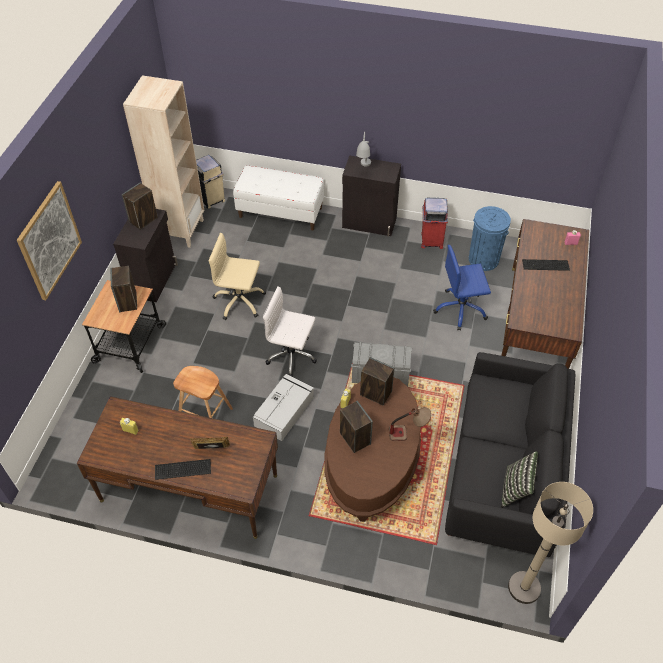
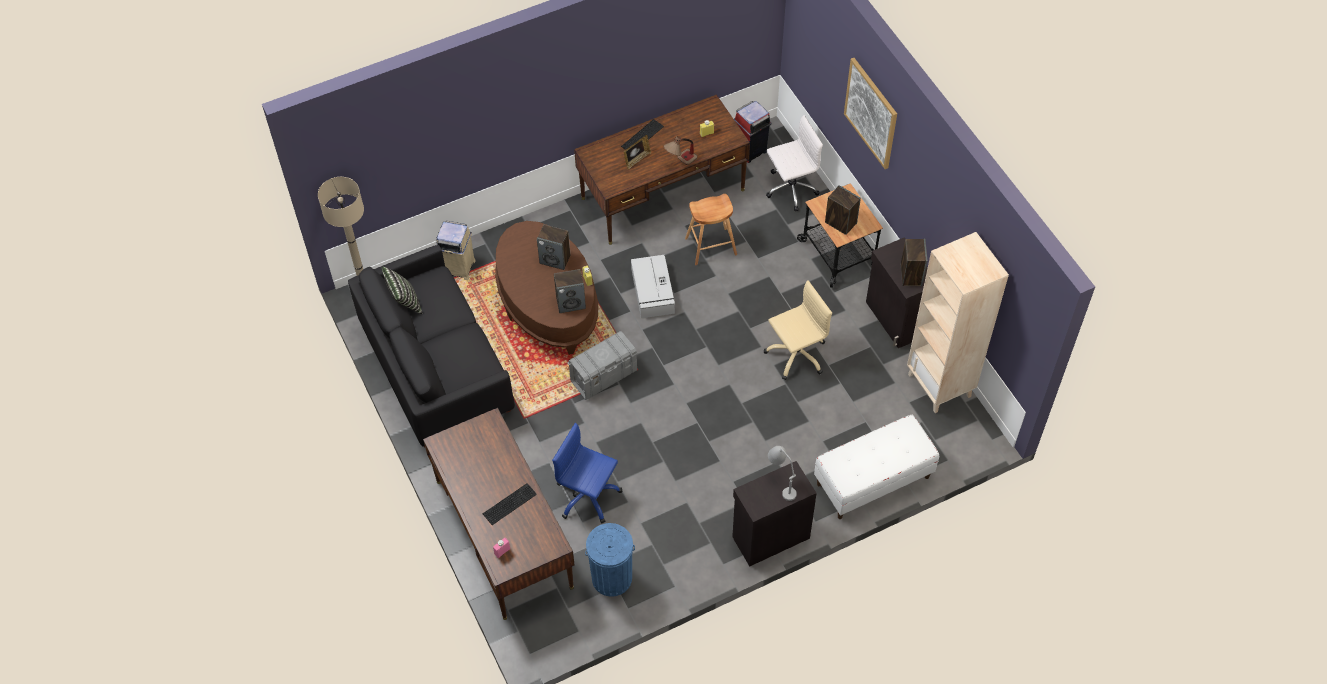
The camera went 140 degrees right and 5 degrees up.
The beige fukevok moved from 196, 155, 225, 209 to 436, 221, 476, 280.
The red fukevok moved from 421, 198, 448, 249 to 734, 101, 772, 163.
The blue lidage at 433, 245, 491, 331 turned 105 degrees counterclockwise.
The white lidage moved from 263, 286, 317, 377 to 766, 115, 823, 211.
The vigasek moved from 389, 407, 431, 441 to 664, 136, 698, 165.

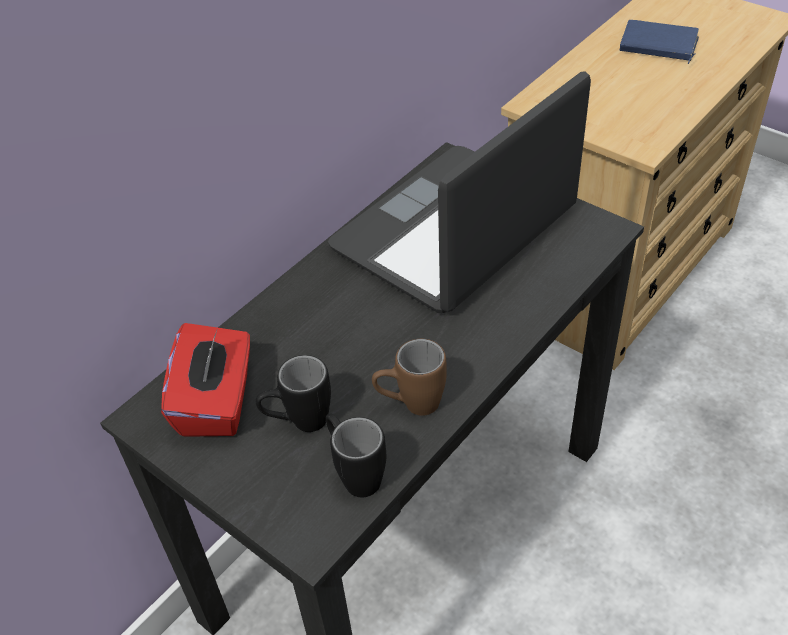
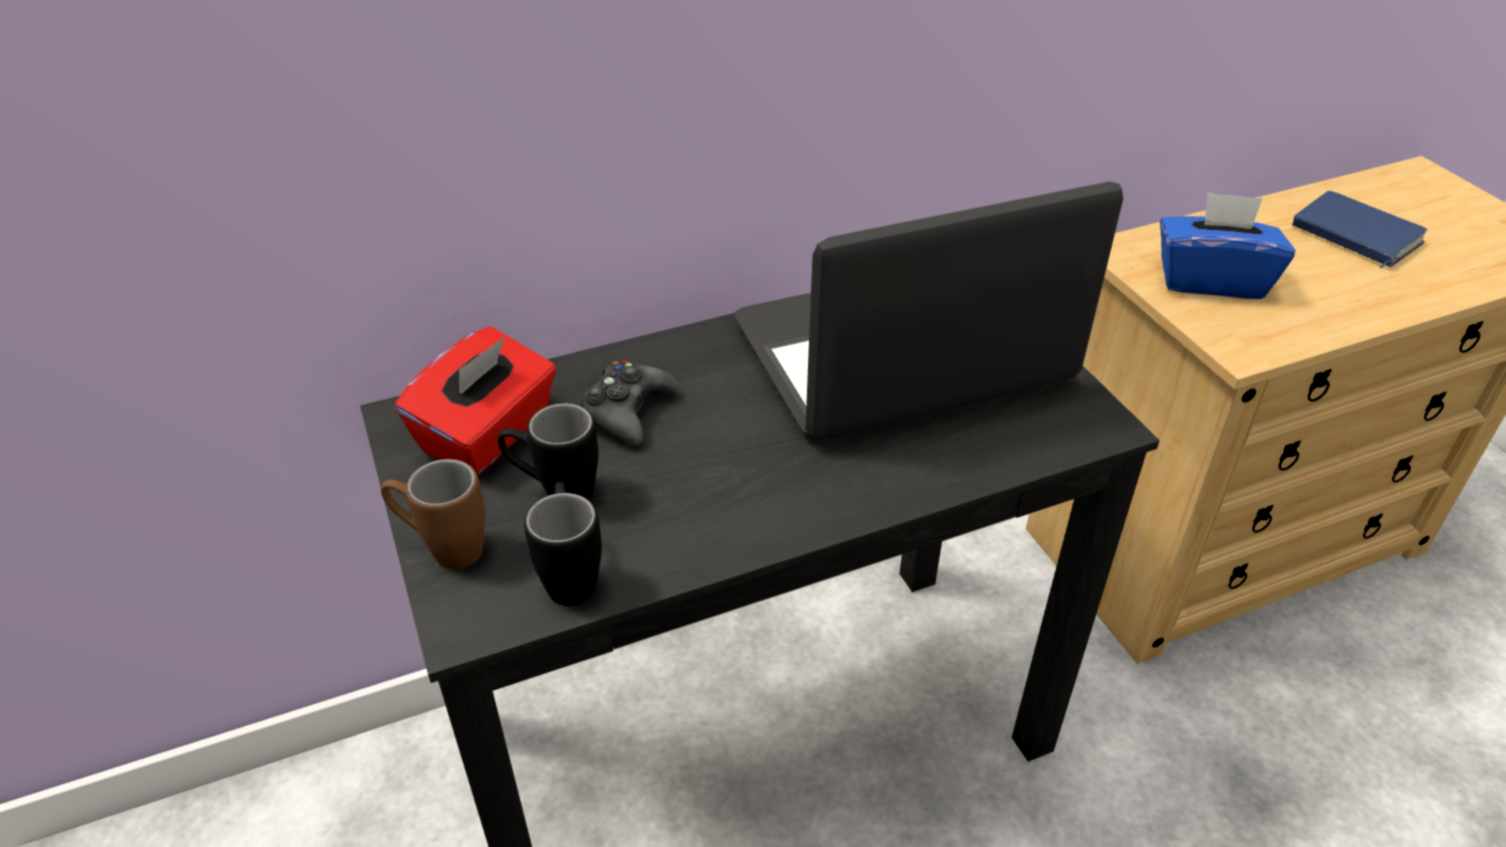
The camera went 25 degrees right and 5 degrees down.
The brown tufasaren moved from 372, 339, 447, 416 to 381, 459, 485, 569.
The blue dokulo at 1160, 192, 1296, 299 appeared.
The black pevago at 581, 360, 679, 446 appeared.

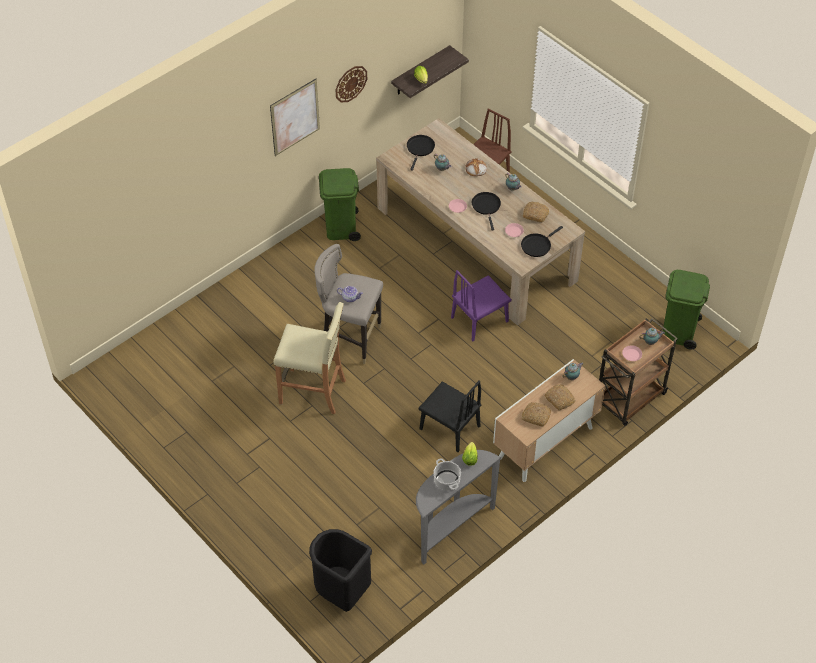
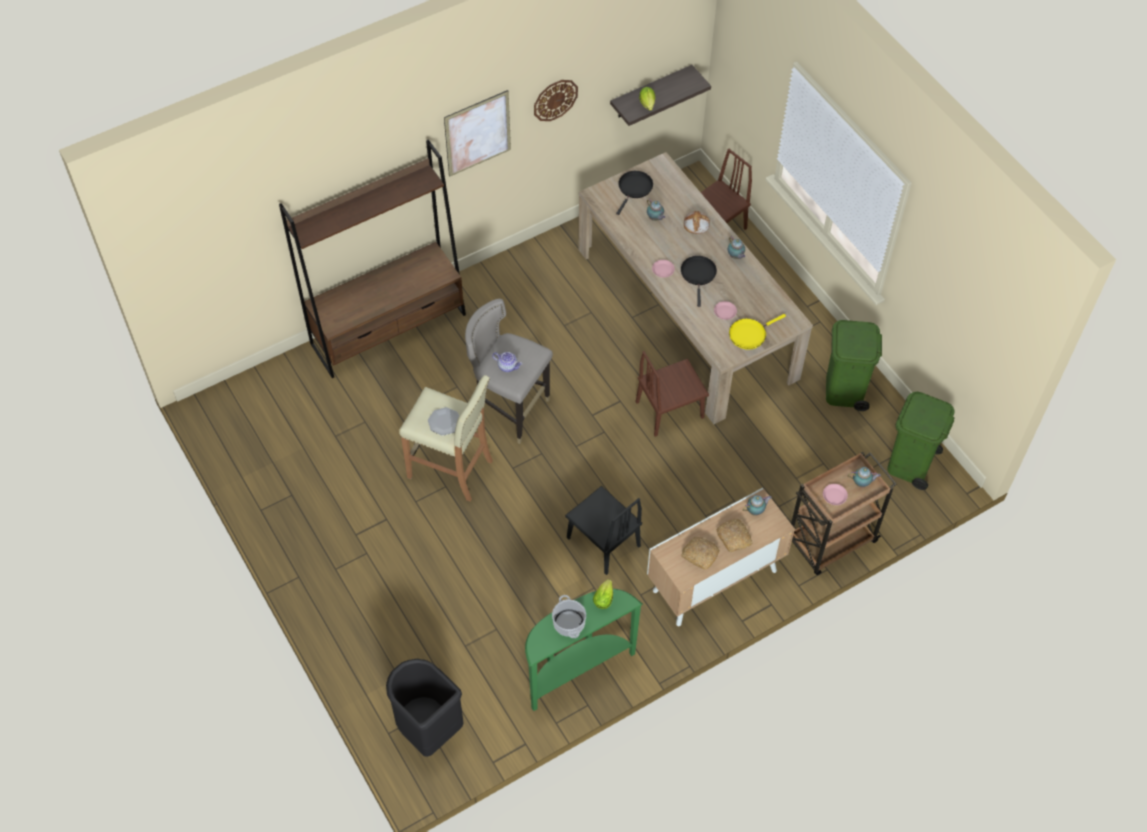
The camera went 10 degrees right and 5 degrees up.
The green fukevok moved from 319, 168, 361, 241 to 826, 320, 882, 411.
The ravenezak at 523, 202, 549, 223 disappeared.
The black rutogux at 521, 226, 563, 257 became the yellow rutogux at 729, 314, 786, 350.
The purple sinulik at 451, 270, 512, 342 became the brown sinulik at 636, 351, 709, 437.
The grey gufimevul at 416, 450, 501, 565 became the green gufimevul at 525, 589, 643, 711.
The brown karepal at 279, 140, 466, 378 appeared.
The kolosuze at 428, 407, 459, 436 appeared.

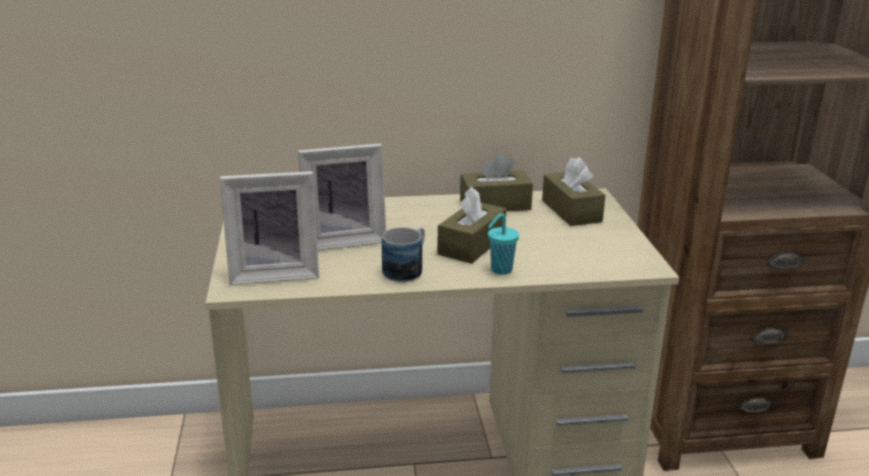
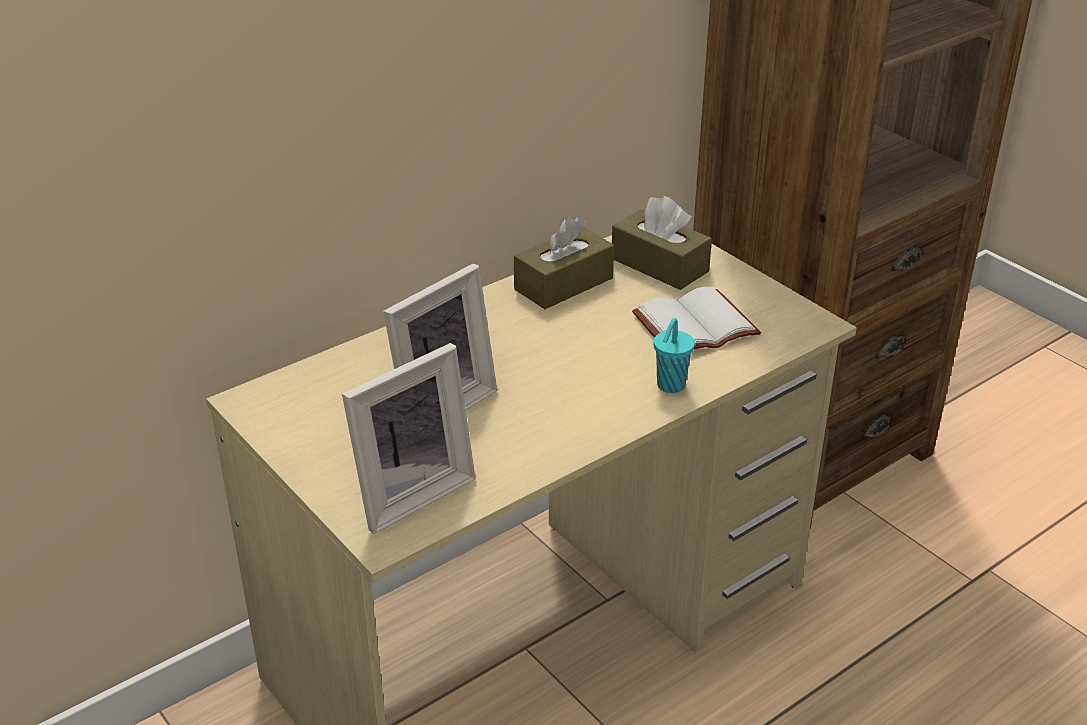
The camera went 30 degrees left and 10 degrees up.
The brown dokulo at 437, 187, 506, 264 disappeared.
The tufasaren at 382, 227, 425, 282 disappeared.
The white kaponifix at 632, 287, 761, 349 appeared.

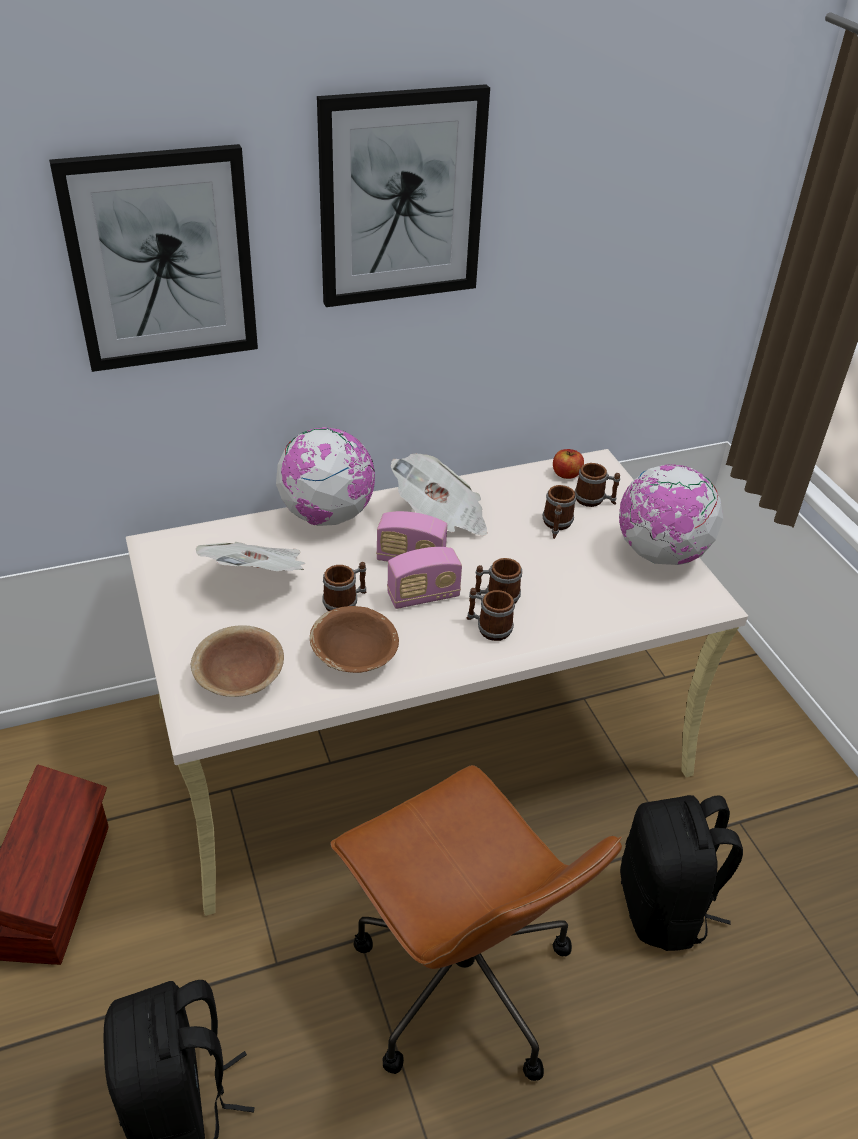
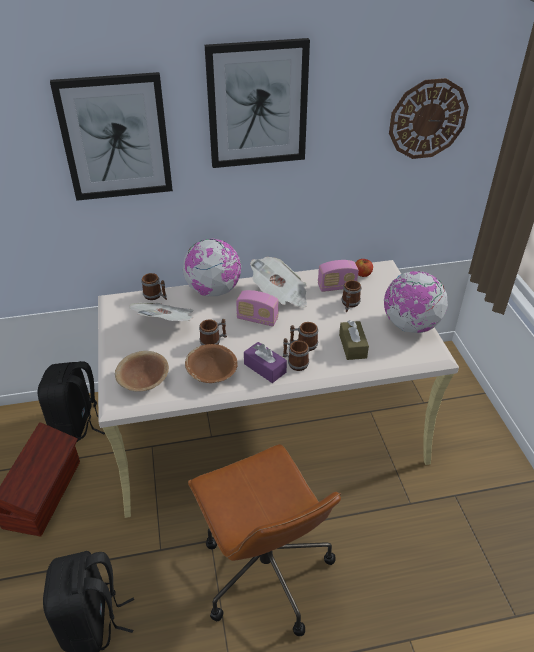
The camera went 10 degrees right and 0 degrees up.
The tufasaren moved from 575, 463, 620, 507 to 141, 273, 167, 300.
The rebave moved from 387, 547, 462, 609 to 318, 260, 359, 292.
The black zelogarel moved from 620, 795, 743, 951 to 38, 361, 105, 442.
The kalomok at 389, 78, 469, 159 appeared.
The brown dokulo at 339, 320, 369, 360 appeared.
The purple dokulo at 244, 342, 287, 383 appeared.

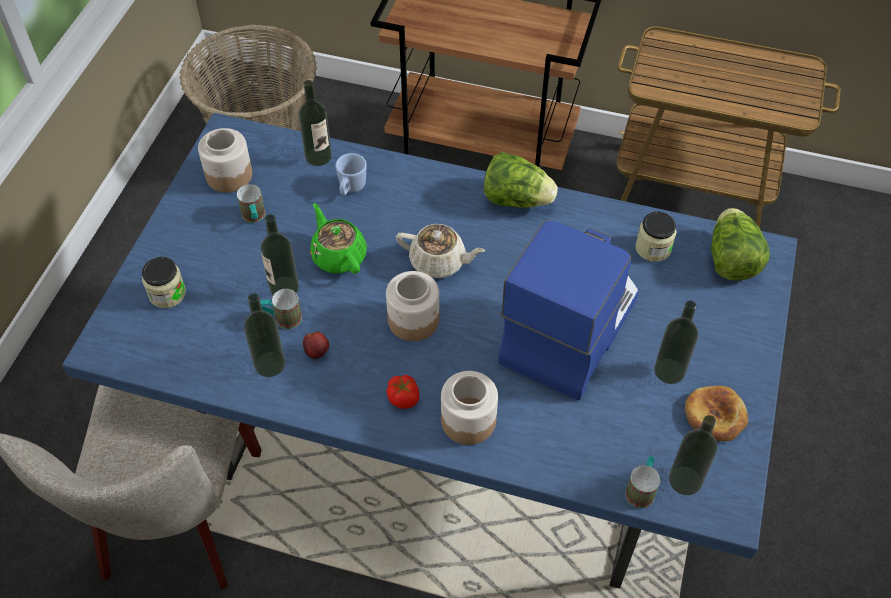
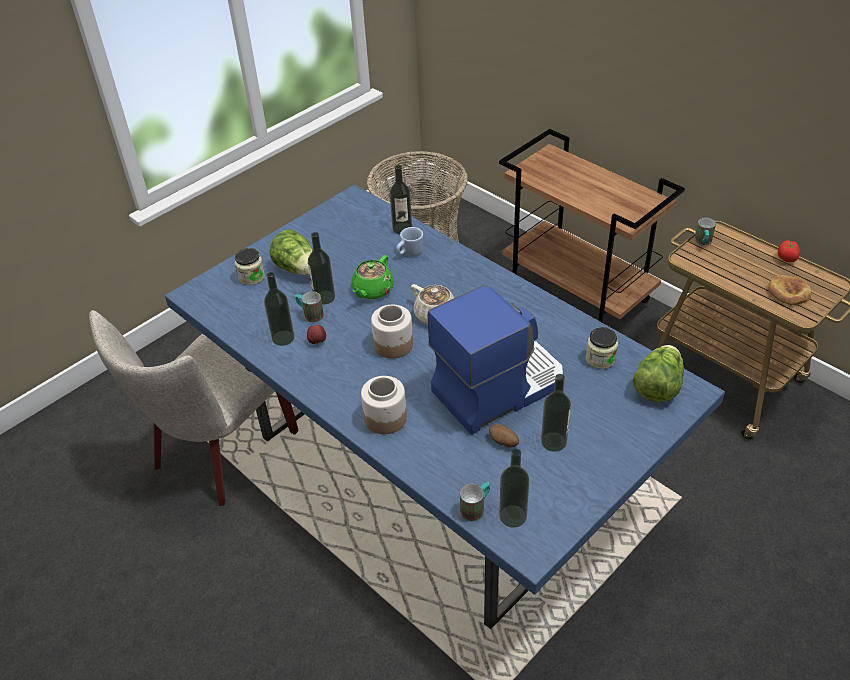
The camera went 30 degrees right and 10 degrees down.
The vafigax at 198, 128, 252, 193 disappeared.
The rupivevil moved from 484, 152, 558, 208 to 269, 229, 313, 275.
The tufasaren moved from 237, 184, 265, 223 to 694, 218, 716, 246.
The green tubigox at 310, 203, 367, 274 turned 150 degrees counterclockwise.
The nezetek moved from 386, 375, 419, 409 to 778, 240, 800, 262.
The ravenezak moved from 685, 386, 748, 441 to 768, 275, 811, 305.
The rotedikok at 489, 424, 519, 448 appeared.

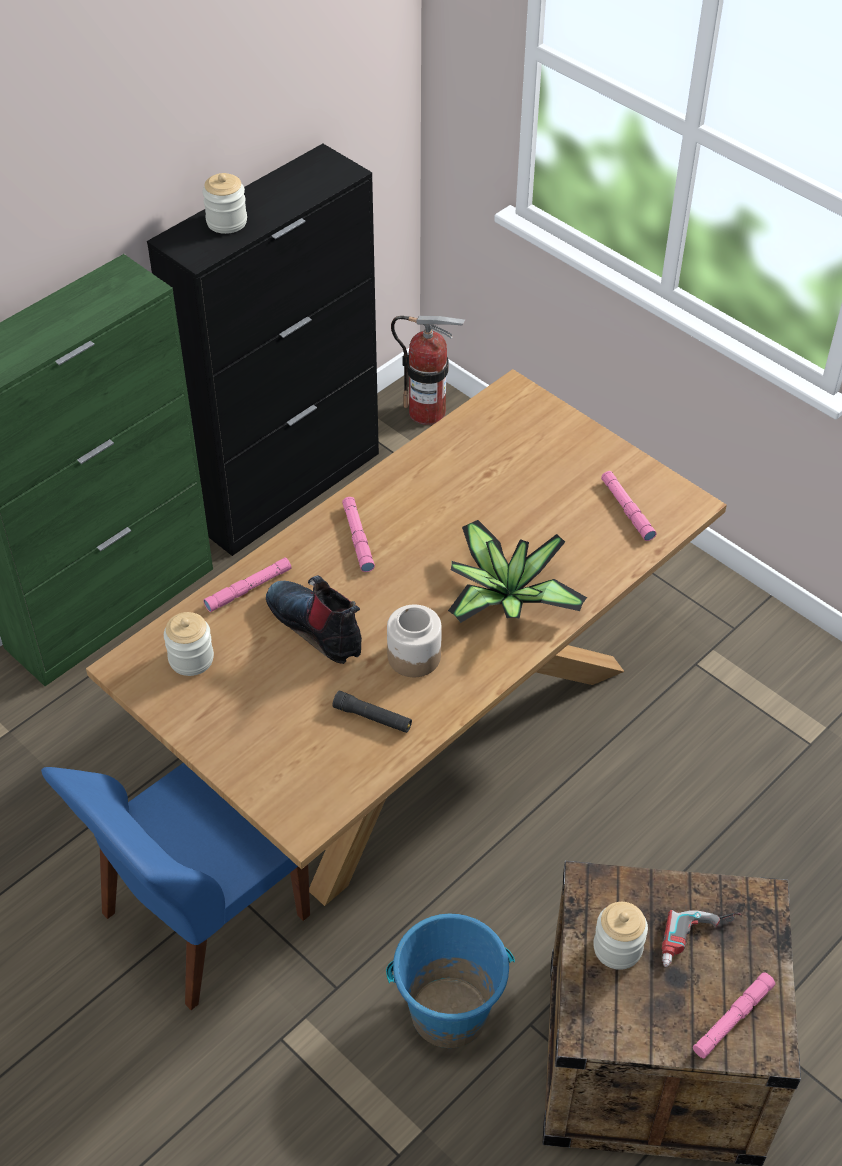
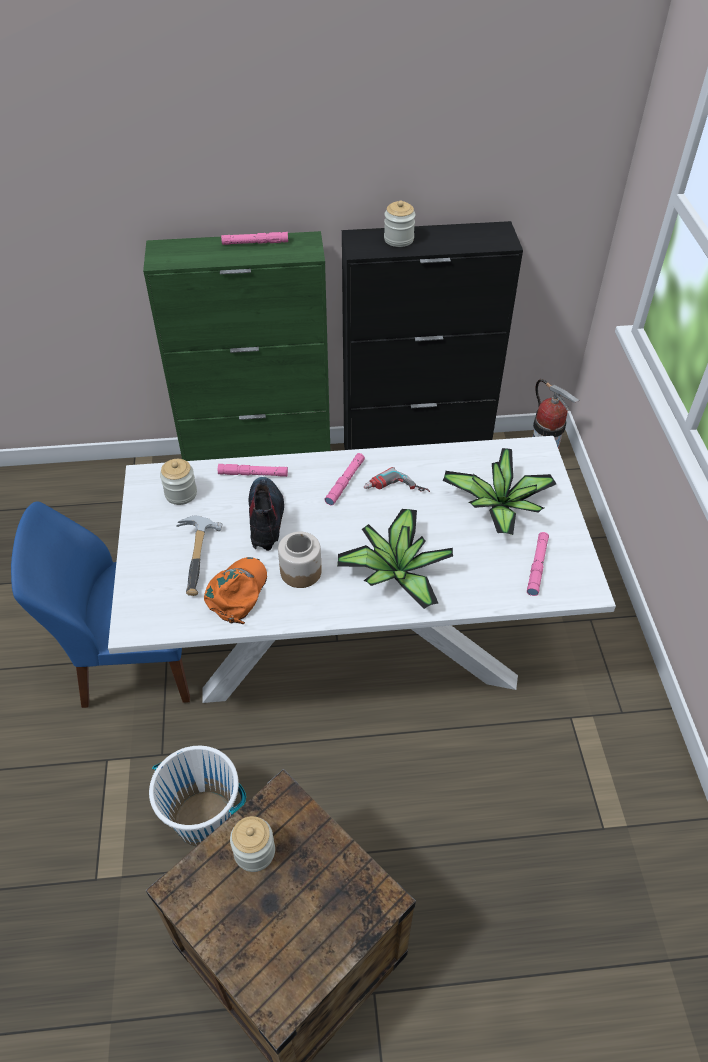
The camera went 40 degrees right and 0 degrees up.
The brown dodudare at 86, 369, 727, 906 became the white dodudare at 108, 436, 616, 703.
The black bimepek at 333, 691, 412, 733 was replaced by the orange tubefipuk at 204, 557, 267, 624.
The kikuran moved from 662, 910, 741, 967 to 364, 467, 430, 492.
The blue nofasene at 386, 914, 515, 1048 became the white nofasene at 149, 746, 246, 846.
The pink bimepek moved from 693, 972, 775, 1058 to 221, 232, 288, 245.
The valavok at 443, 448, 556, 535 appeared.
The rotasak at 176, 516, 222, 596 appeared.

